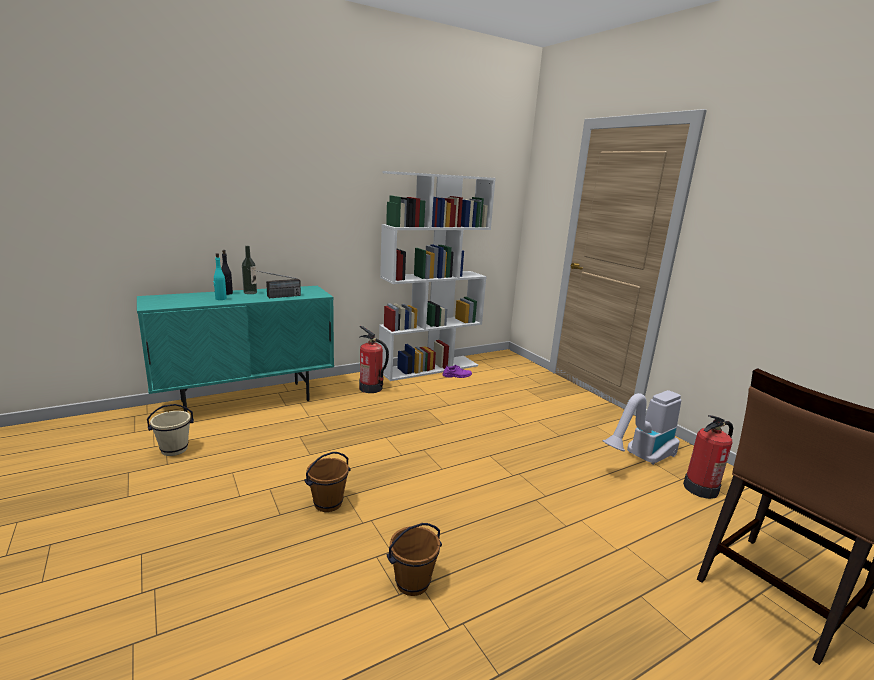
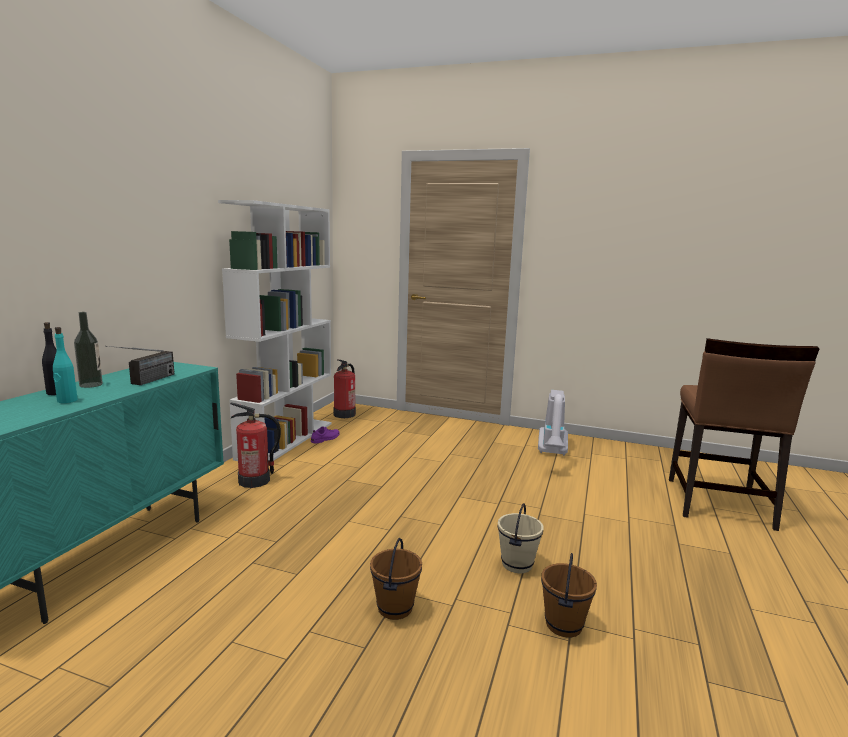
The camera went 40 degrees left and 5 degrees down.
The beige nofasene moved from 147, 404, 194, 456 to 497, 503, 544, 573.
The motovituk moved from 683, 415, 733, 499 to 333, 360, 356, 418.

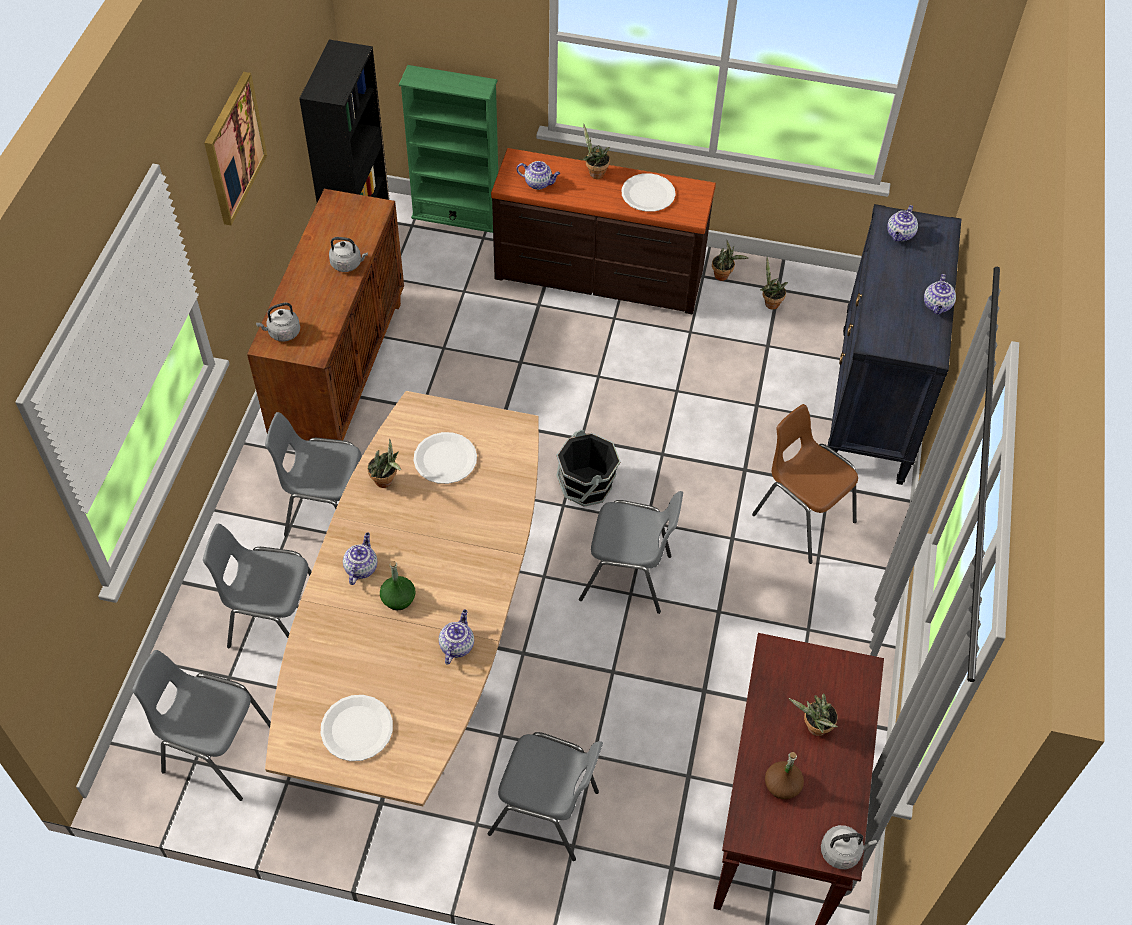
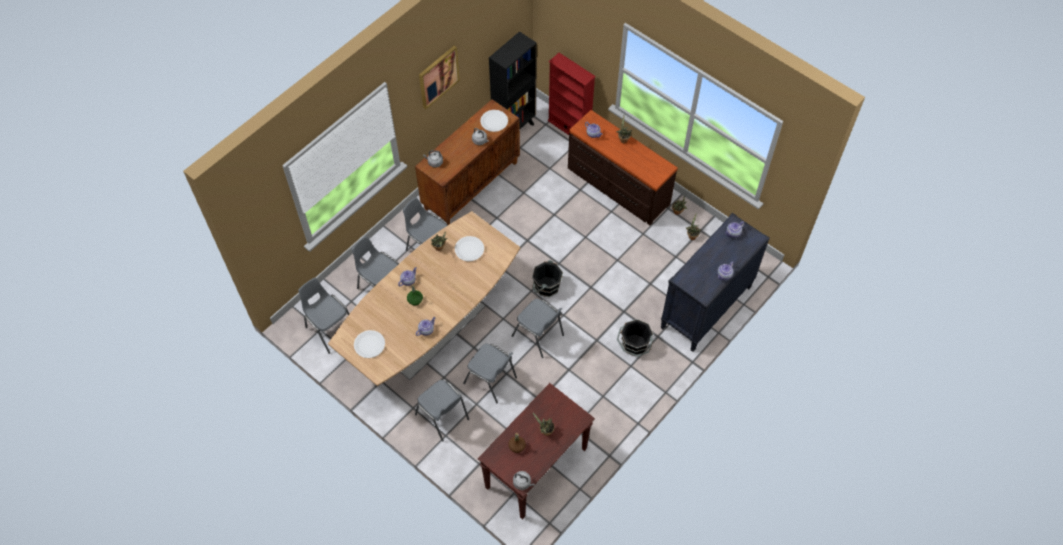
The camera went 30 degrees right and 5 degrees up.
The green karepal at 399, 65, 498, 233 became the red karepal at 547, 53, 596, 135.
The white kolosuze moved from 621, 173, 676, 212 to 480, 110, 508, 132.
The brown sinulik at 752, 404, 858, 564 was replaced by the black nofasene at 617, 319, 653, 357.
The grey sinulik at 463, 344, 517, 403 appeared.

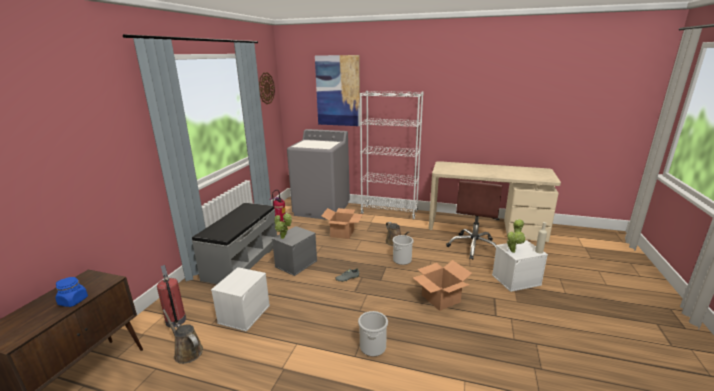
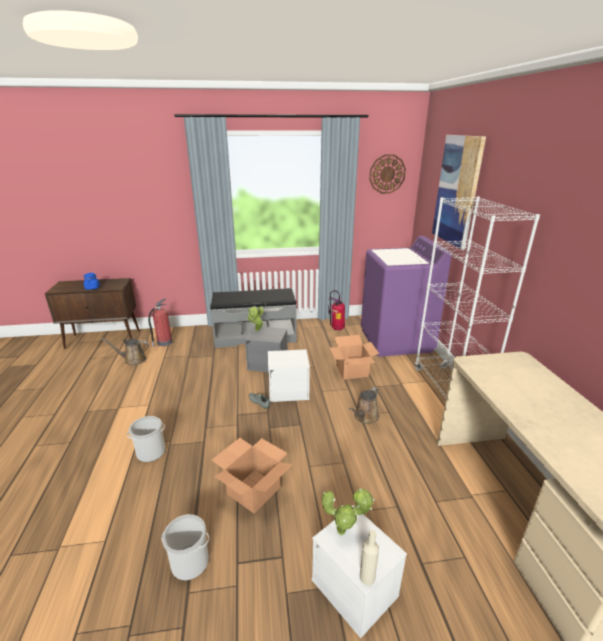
The camera went 65 degrees right and 5 degrees up.
The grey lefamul at 287, 129, 350, 220 became the purple lefamul at 361, 236, 452, 357.
The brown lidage at 446, 181, 502, 260 disappeared.
The nofasene moved from 392, 235, 414, 265 to 161, 514, 209, 580.
The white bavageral moved from 211, 267, 270, 332 to 268, 349, 310, 402.
The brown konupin at 162, 309, 203, 364 turned 105 degrees counterclockwise.

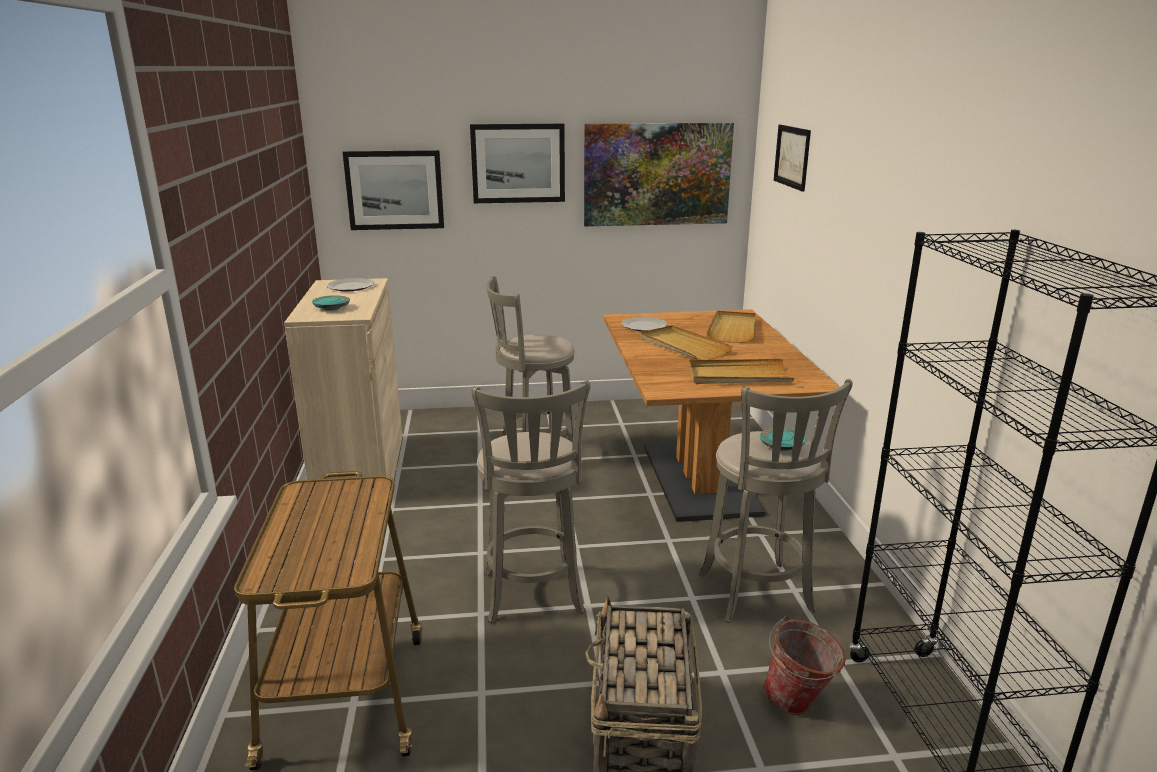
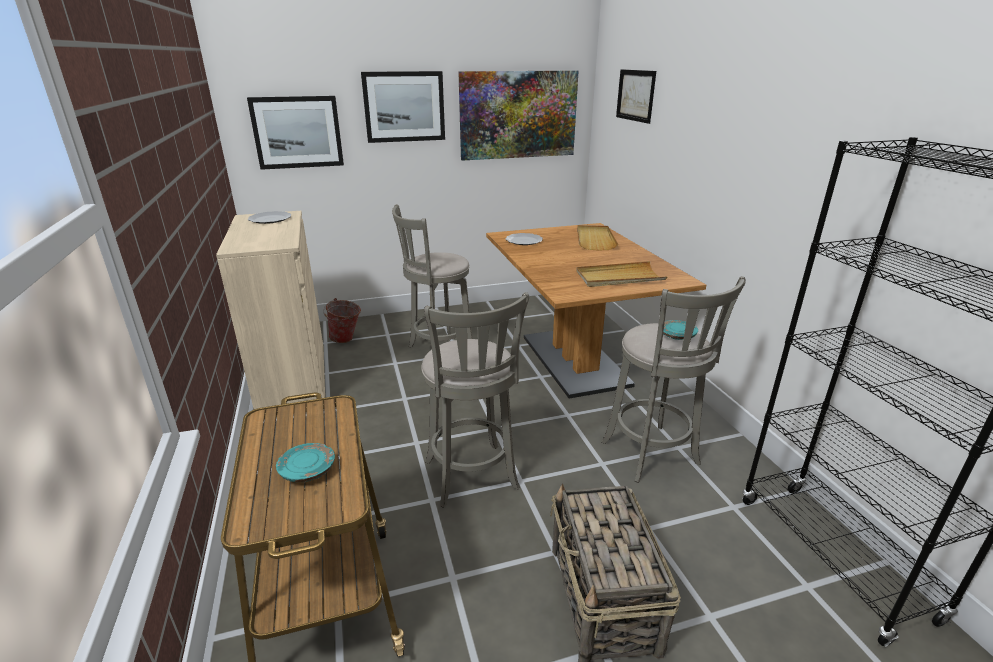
The camera went 10 degrees left and 5 degrees up.
The turquoise kolosuze moved from 312, 295, 350, 310 to 276, 443, 335, 482.
The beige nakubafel at 640, 325, 733, 360 disappeared.
The nofasene moved from 763, 616, 846, 715 to 323, 298, 361, 343.

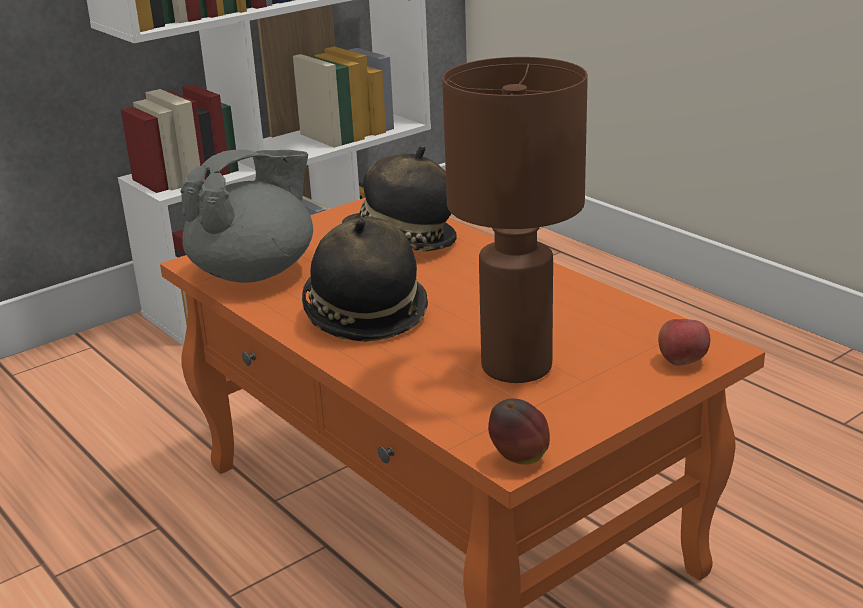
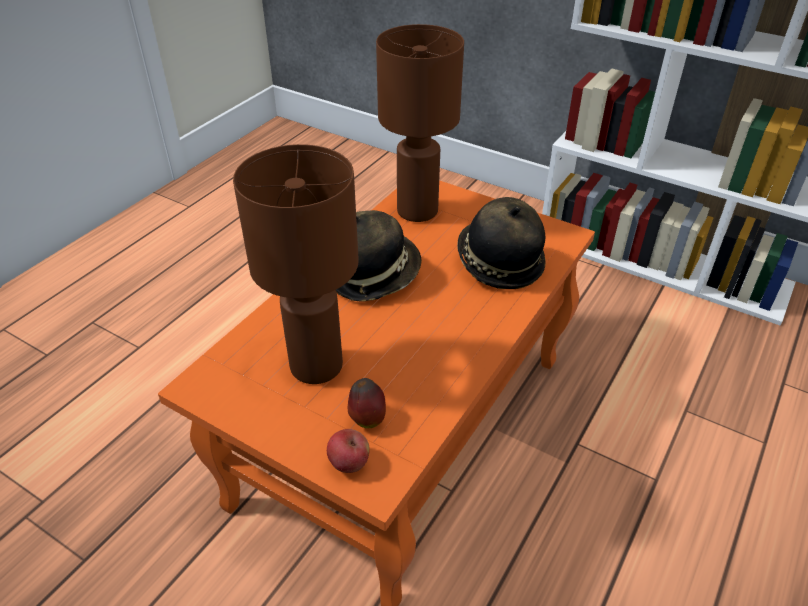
The camera went 70 degrees right and 15 degrees up.
The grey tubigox at 180, 149, 313, 283 was replaced by the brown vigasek at 376, 24, 464, 222.
The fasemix moved from 488, 398, 550, 465 to 348, 378, 386, 428.

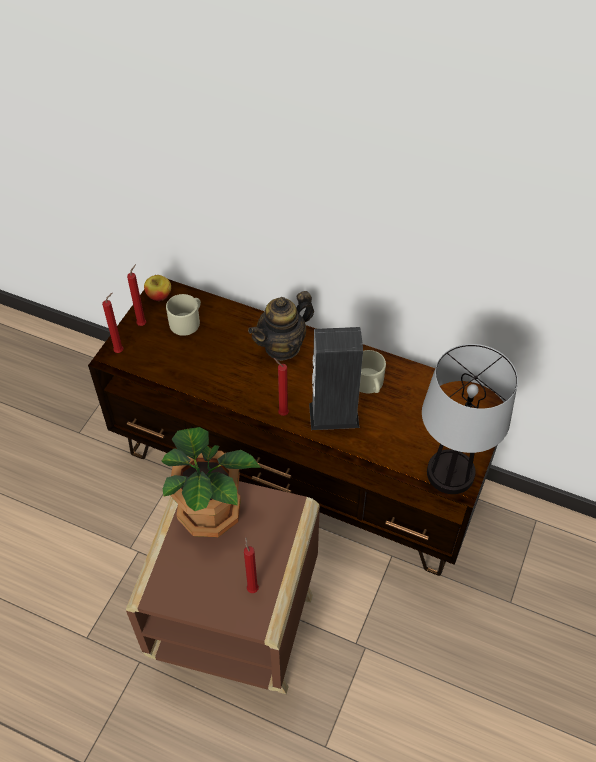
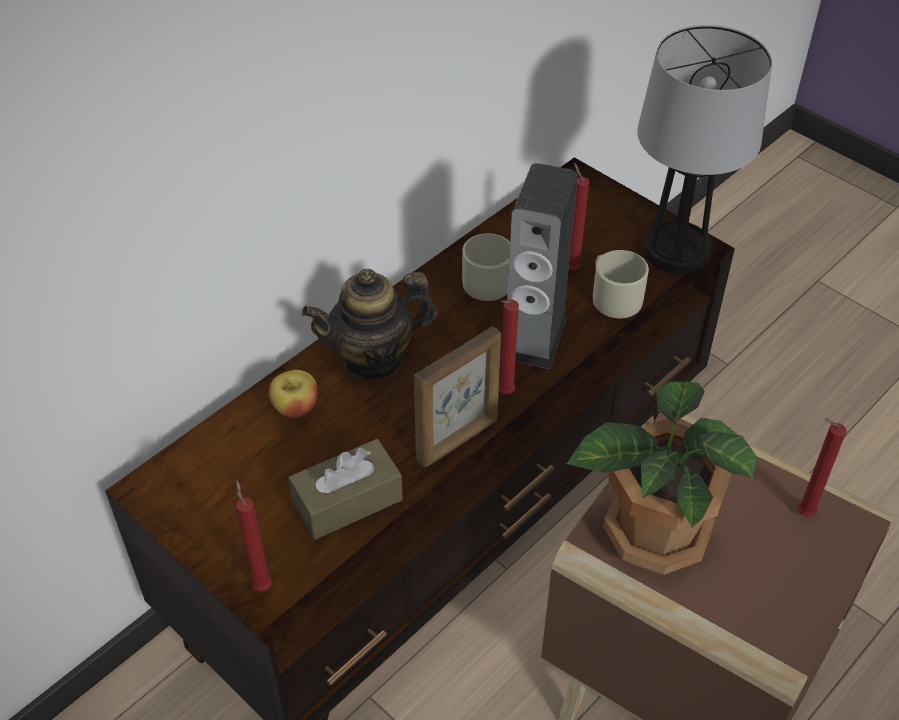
The camera went 70 degrees left and 5 degrees down.
The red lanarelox moved from 127, 264, 146, 326 to 569, 163, 589, 270.
The fasemix moved from 144, 275, 171, 301 to 268, 370, 318, 418.
The tubigox at 248, 291, 314, 361 turned 90 degrees clockwise.
The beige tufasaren moved from 166, 294, 201, 336 to 593, 250, 649, 318.
The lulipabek at 414, 327, 501, 467 appeared.
The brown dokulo at 288, 439, 403, 540 appeared.

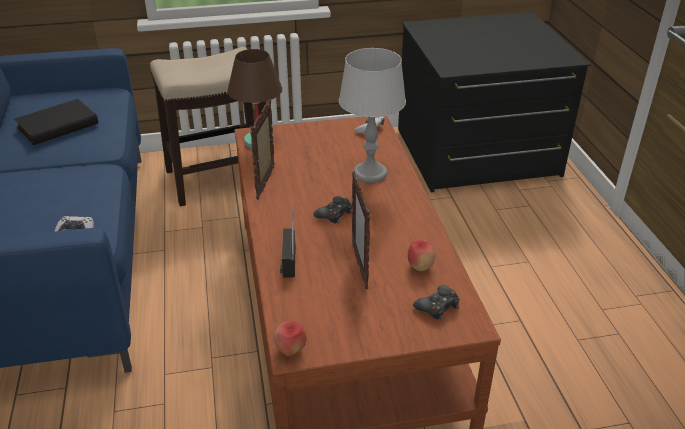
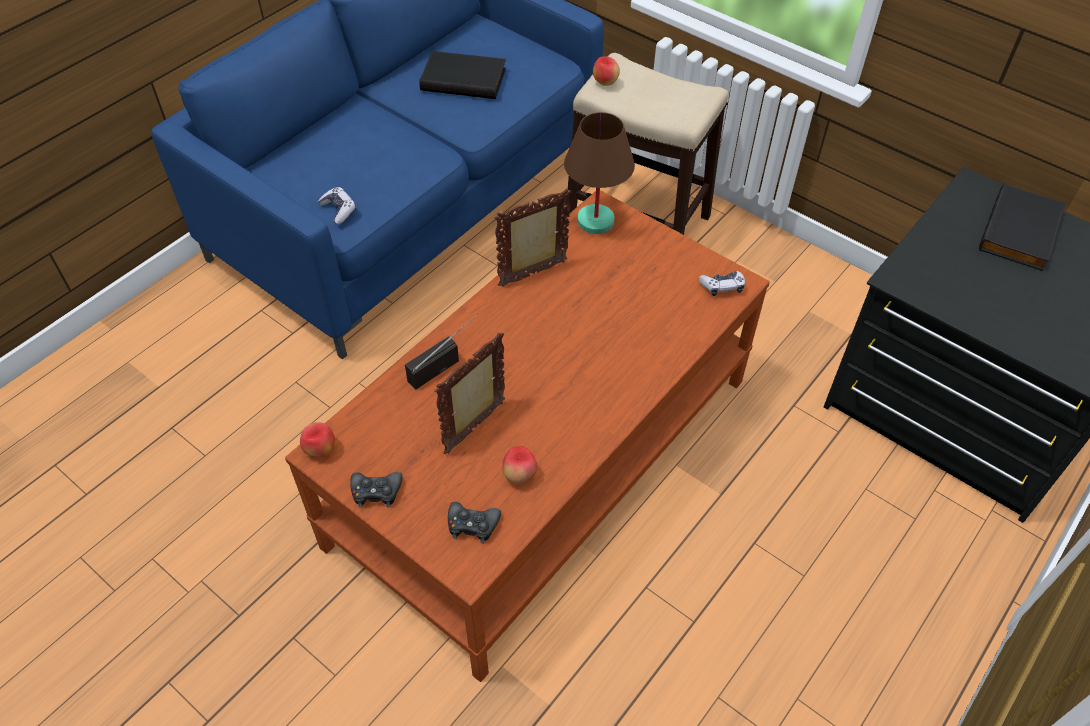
The camera went 50 degrees right and 15 degrees up.
The grey vigasek at 339, 48, 406, 183 disappeared.
The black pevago moved from 313, 196, 352, 223 to 350, 472, 403, 508.
The fasemix at 593, 56, 620, 86 appeared.
The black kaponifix at 979, 183, 1066, 271 appeared.

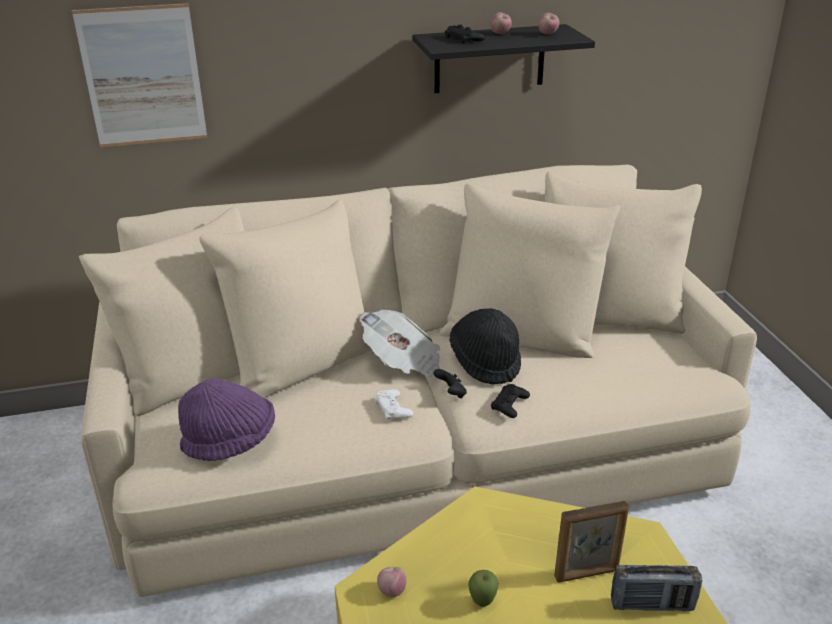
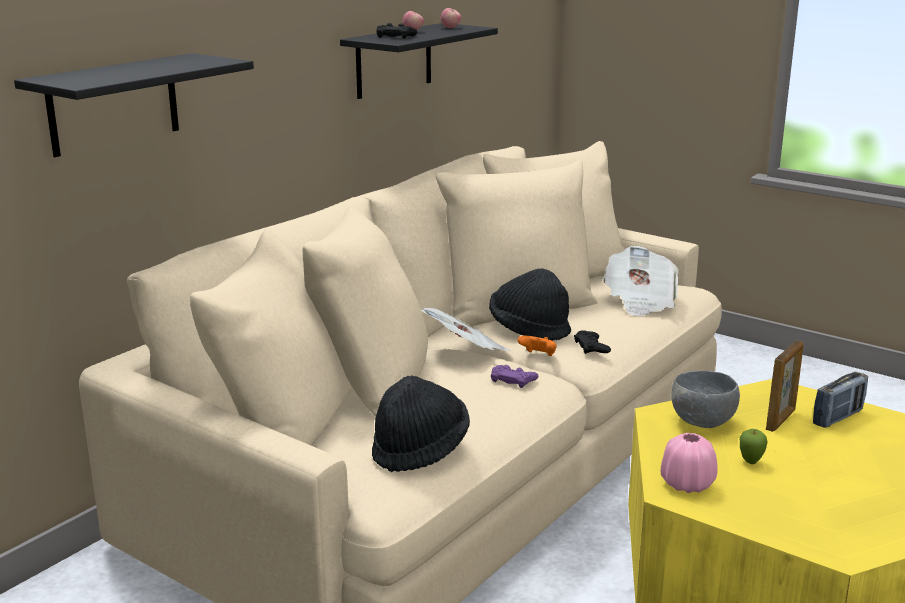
The camera went 40 degrees left and 10 degrees down.
The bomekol at 72, 3, 207, 147 was replaced by the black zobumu at 14, 53, 254, 157.
The black pevago at 433, 369, 467, 398 became the orange pevago at 518, 336, 557, 356.
The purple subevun at 178, 379, 275, 461 became the black subevun at 372, 375, 470, 472.
The white pevago at 374, 389, 413, 421 became the purple pevago at 491, 365, 538, 388.
The fasemix at 377, 567, 407, 597 was replaced by the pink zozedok at 661, 433, 718, 493.
The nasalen at 603, 246, 679, 316 appeared.
The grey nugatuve at 672, 371, 740, 428 appeared.

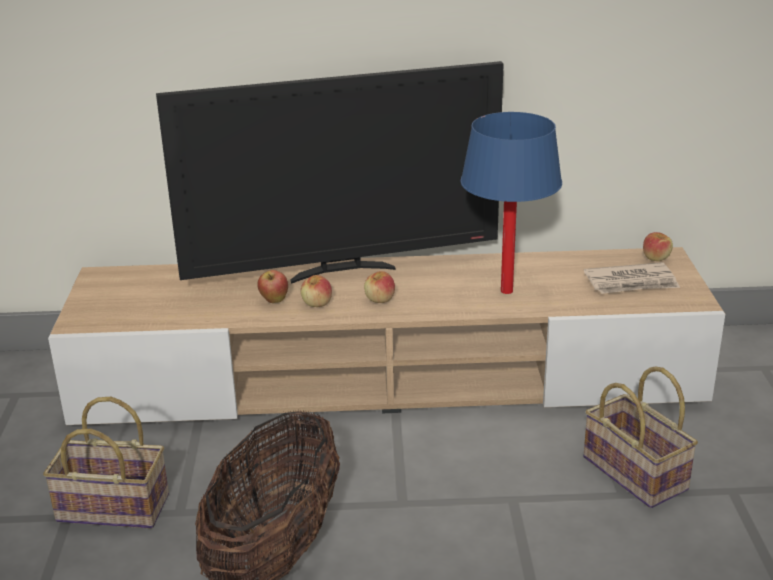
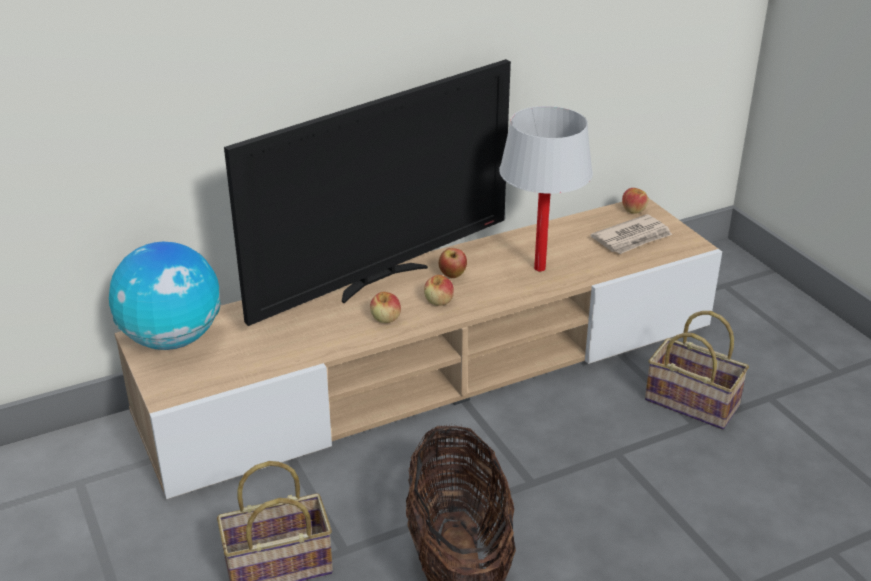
The camera went 25 degrees left and 5 degrees up.
The blue vigasek at 460, 112, 562, 294 became the white vigasek at 499, 106, 593, 272.
The fasemix moved from 257, 270, 288, 303 to 439, 248, 467, 278.
The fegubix at 109, 242, 221, 350 appeared.

